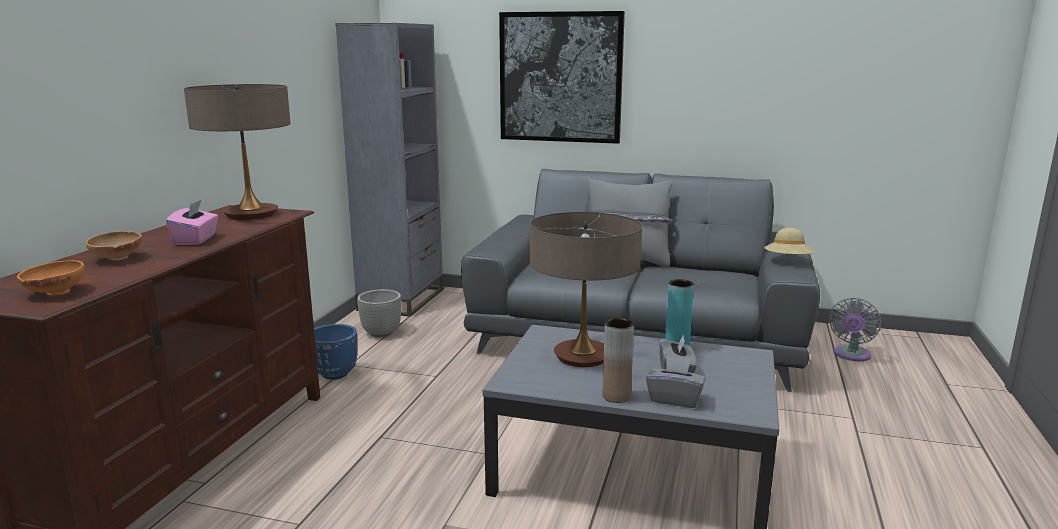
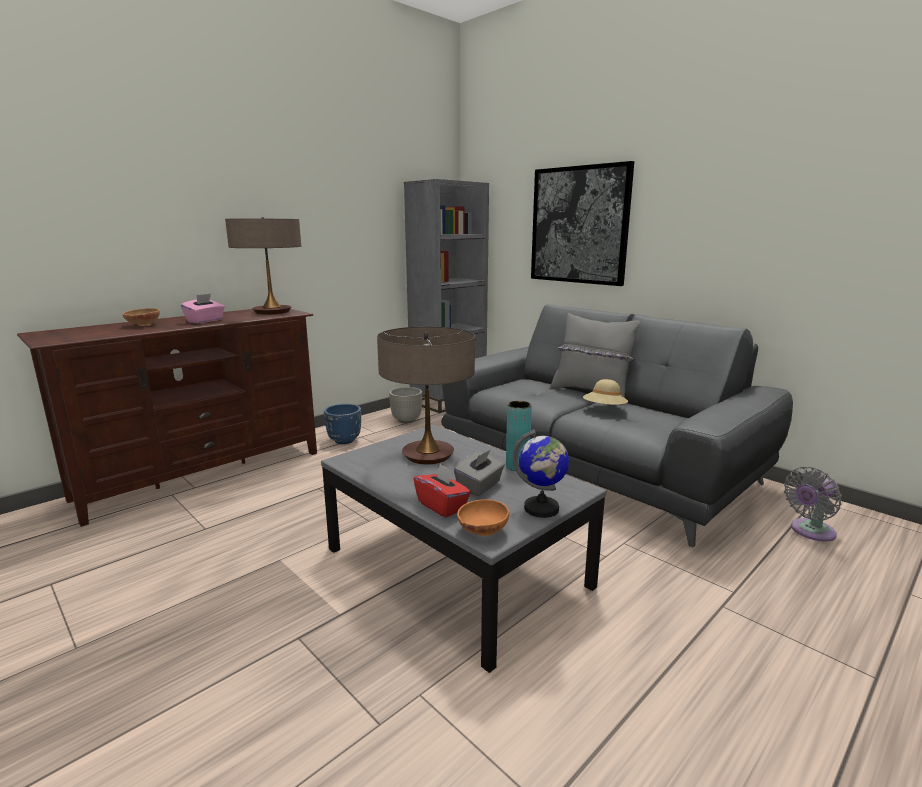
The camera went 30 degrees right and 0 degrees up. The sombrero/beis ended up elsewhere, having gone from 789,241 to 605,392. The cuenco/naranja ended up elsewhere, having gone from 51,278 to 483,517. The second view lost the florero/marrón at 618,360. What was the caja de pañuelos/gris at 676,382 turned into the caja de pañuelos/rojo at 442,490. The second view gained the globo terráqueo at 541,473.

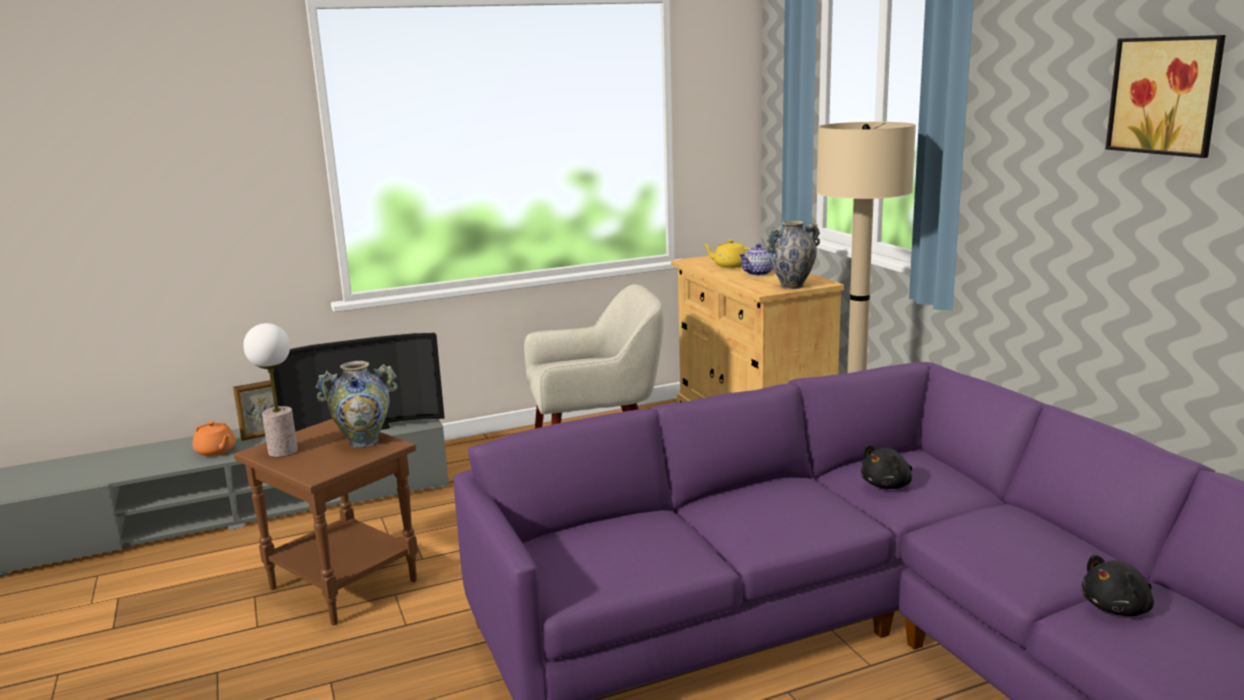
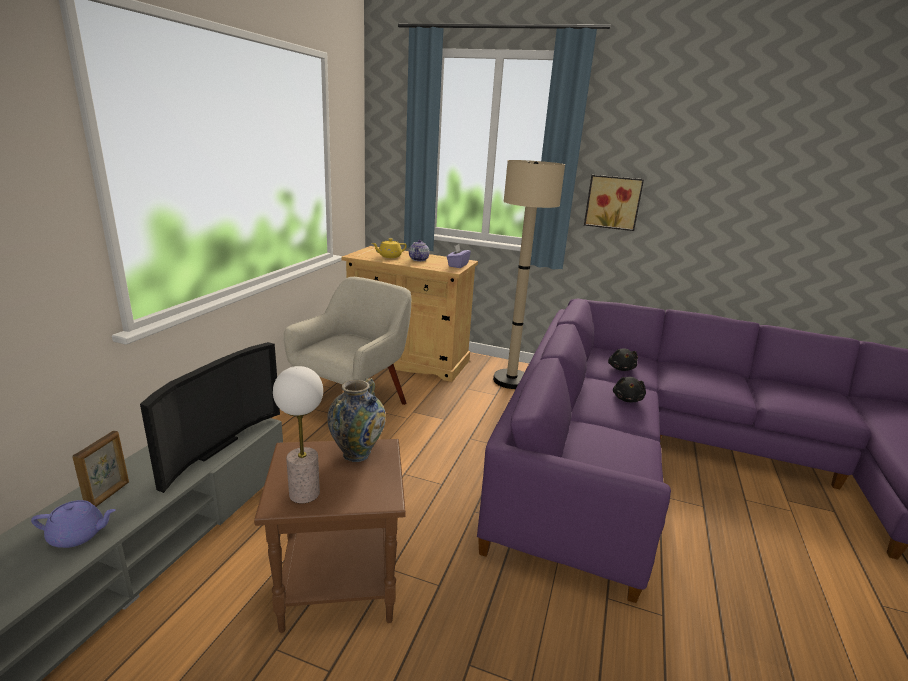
The camera went 50 degrees left and 5 degrees up. The cuadro ended up elsewhere, having gone from 1166,96 to 614,203. Where the florero stood at 793,255, the caja de pañuelos/morado came to stand at 459,256. What was the tetera/naranja at 214,438 turned into the tetera/morado at 73,524. The peluche/negro ended up elsewhere, having gone from 1118,585 to 629,389.

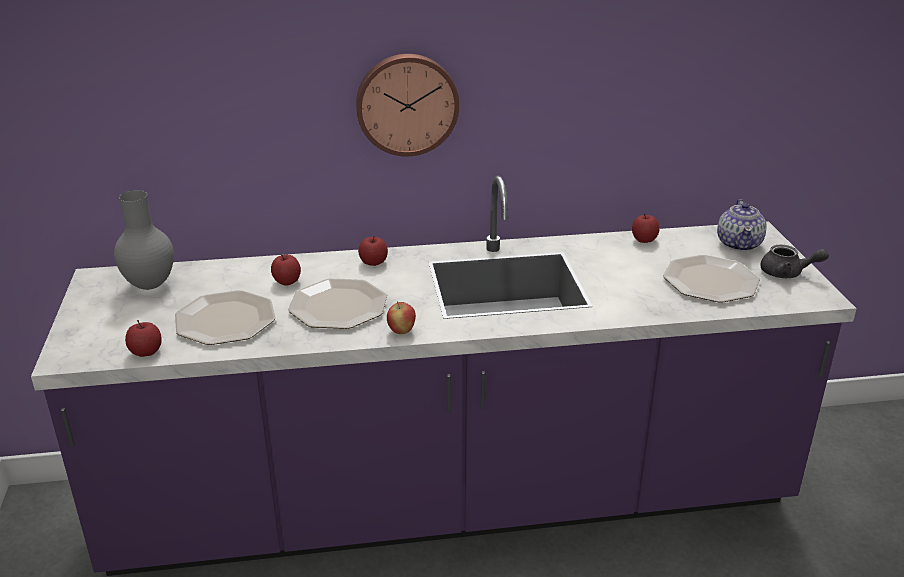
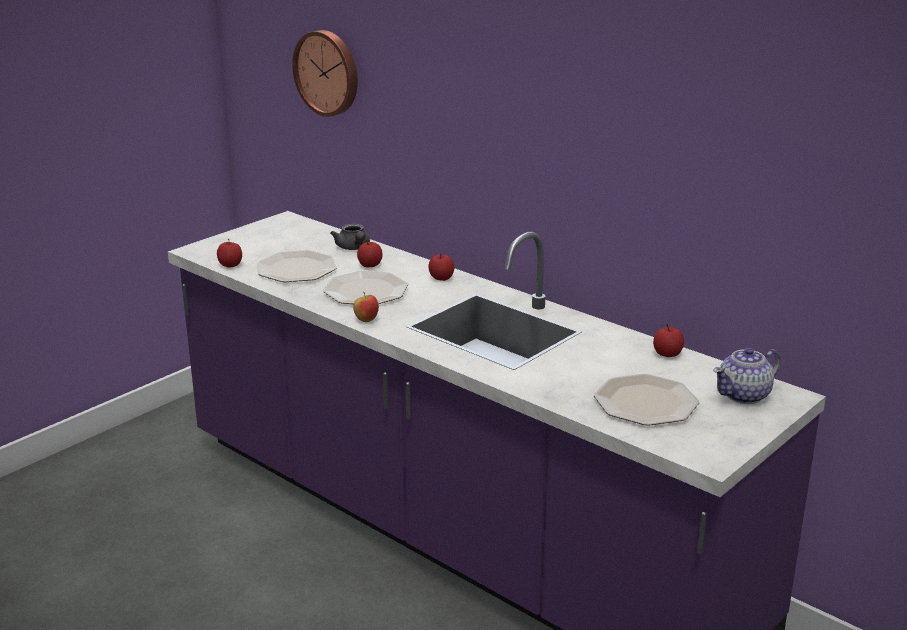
The camera went 50 degrees right and 5 degrees down. The reloj de pared ended up elsewhere, having gone from 407,105 to 325,73. The second view lost the florero/gris at 144,240. The tetera/gris ended up elsewhere, having gone from 795,261 to 350,237.

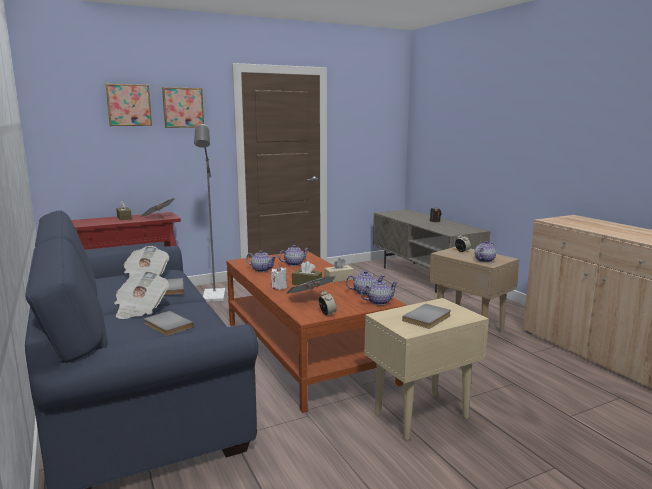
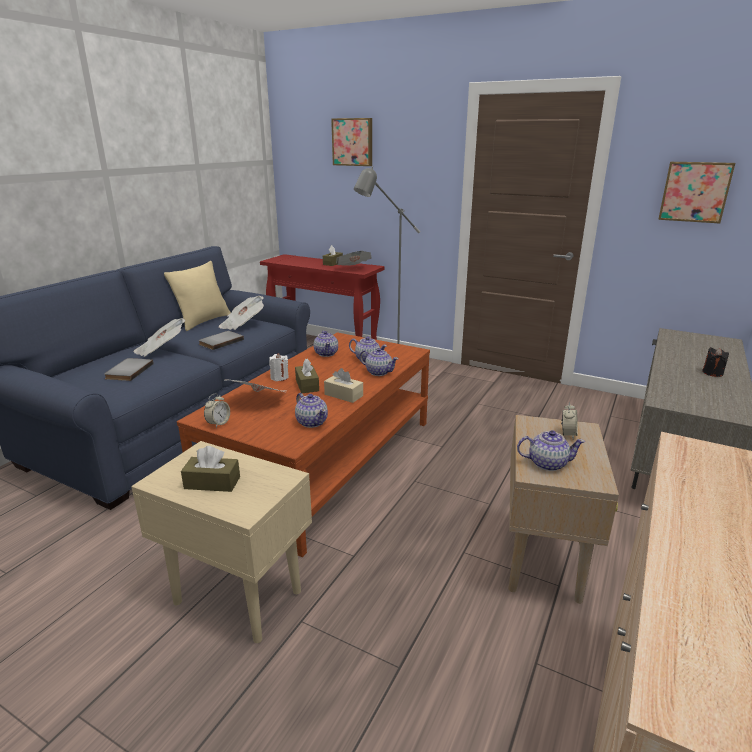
The camera went 55 degrees right and 10 degrees up. The cuadro ended up elsewhere, having gone from 183,107 to 696,192. The tetera ended up elsewhere, having gone from 379,292 to 379,362. Where the libro/gris stood at 426,316, the caja de pañuelos/marrón came to stand at 210,469. The second view gained the cojín/beis at 197,296.

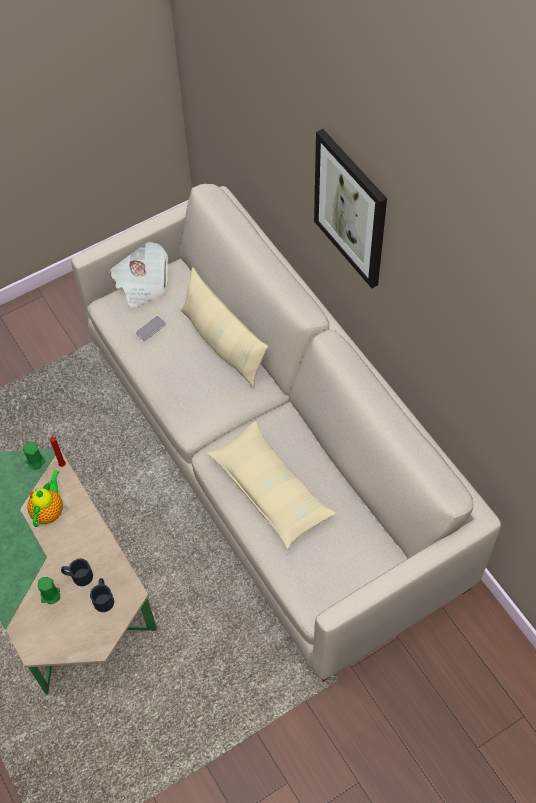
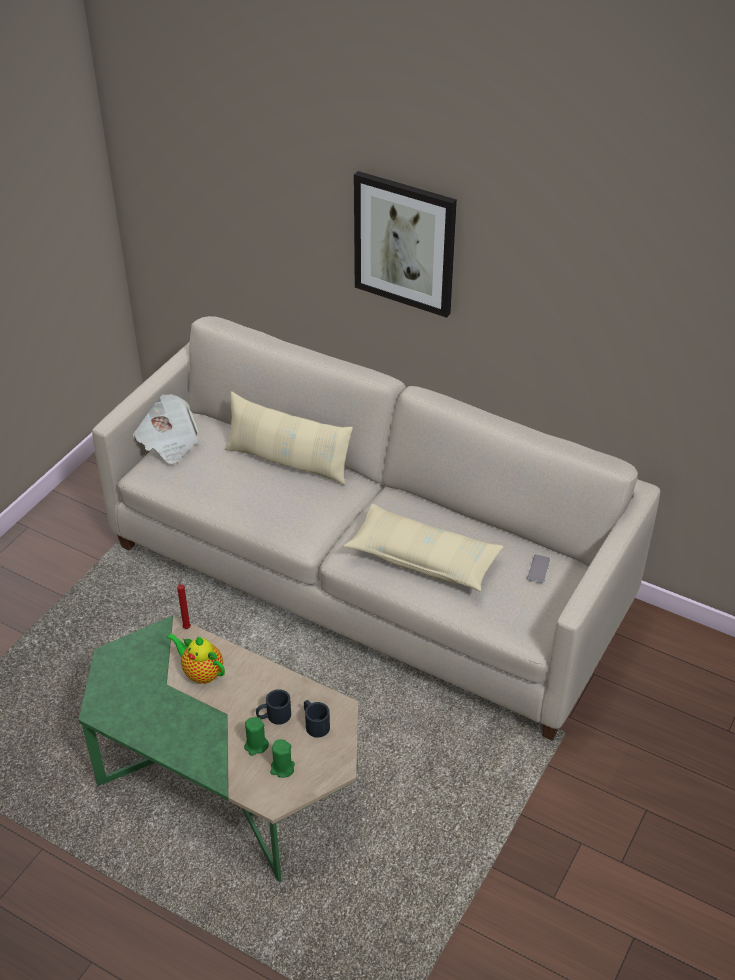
The camera went 30 degrees left and 15 degrees down. The móvil ended up elsewhere, having gone from 151,328 to 539,568. The vela/verde ended up elsewhere, having gone from 34,455 to 282,758. The tetera at 45,498 ended up facing another way, 45 degrees counterclockwise from before.

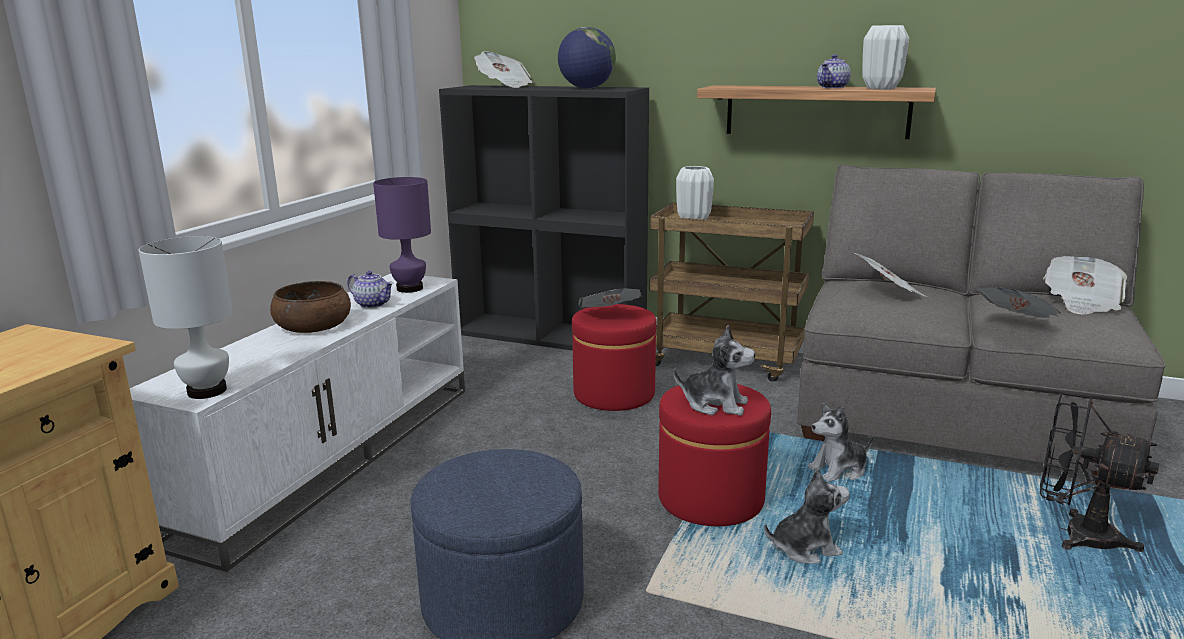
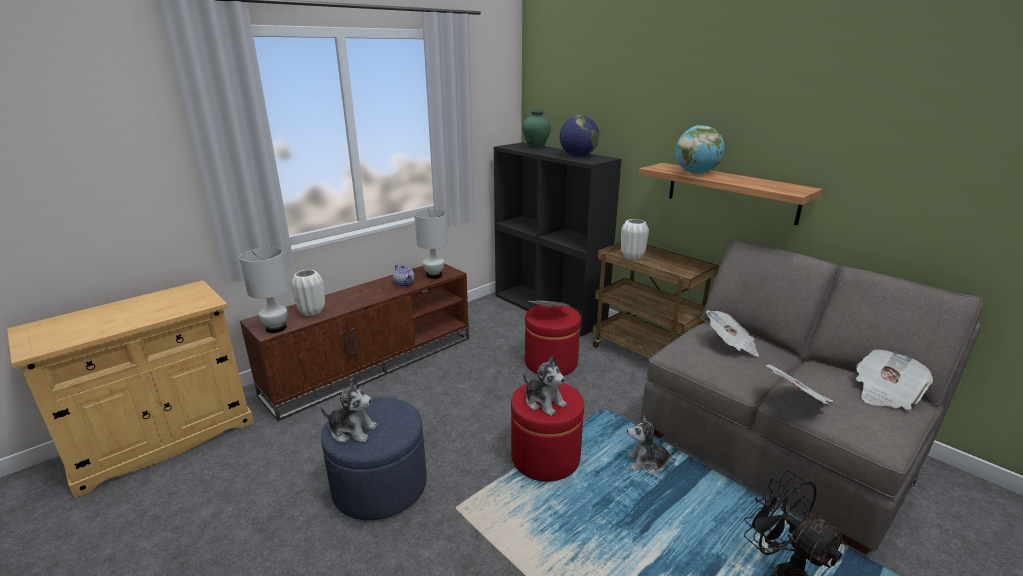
The camera went 25 degrees right and 5 degrees up. The florero/blanco ended up elsewhere, having gone from 886,57 to 308,292. Where the periódico stood at 503,69, the florero/verde came to stand at 536,128. The second view lost the tetera at 834,71. What was the lámpara de mesa/morado at 402,235 turned into the lámpara de mesa/blanco at 431,244. What was the mueble de televisión/blanco at 297,423 turned into the mueble de televisión/marrón at 354,342. The second view lost the cuenco/marrón at 310,307. The peluche ended up elsewhere, having gone from 806,516 to 349,411. The second view gained the globo terráqueo at 700,149.

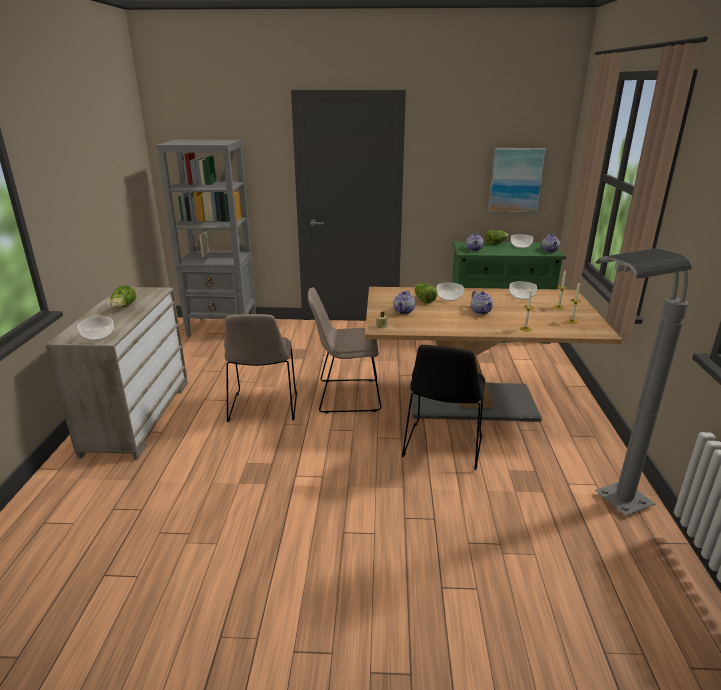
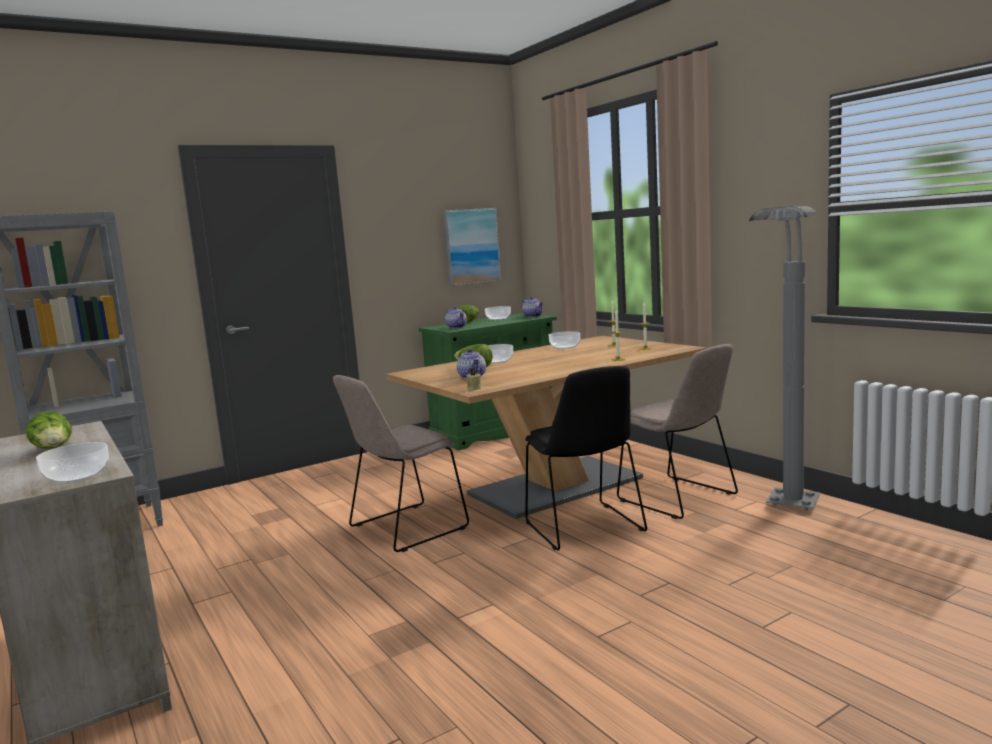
The camera went 35 degrees left and 15 degrees down. The second view lost the tetera at 481,302. The silla/beis ended up elsewhere, having gone from 260,368 to 677,431.

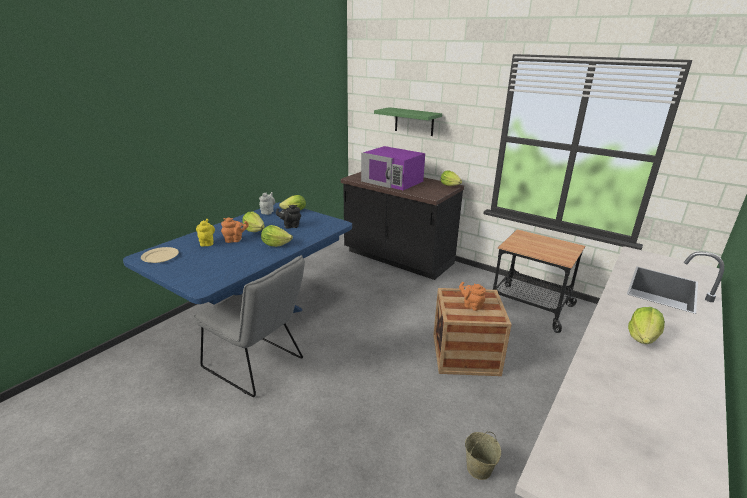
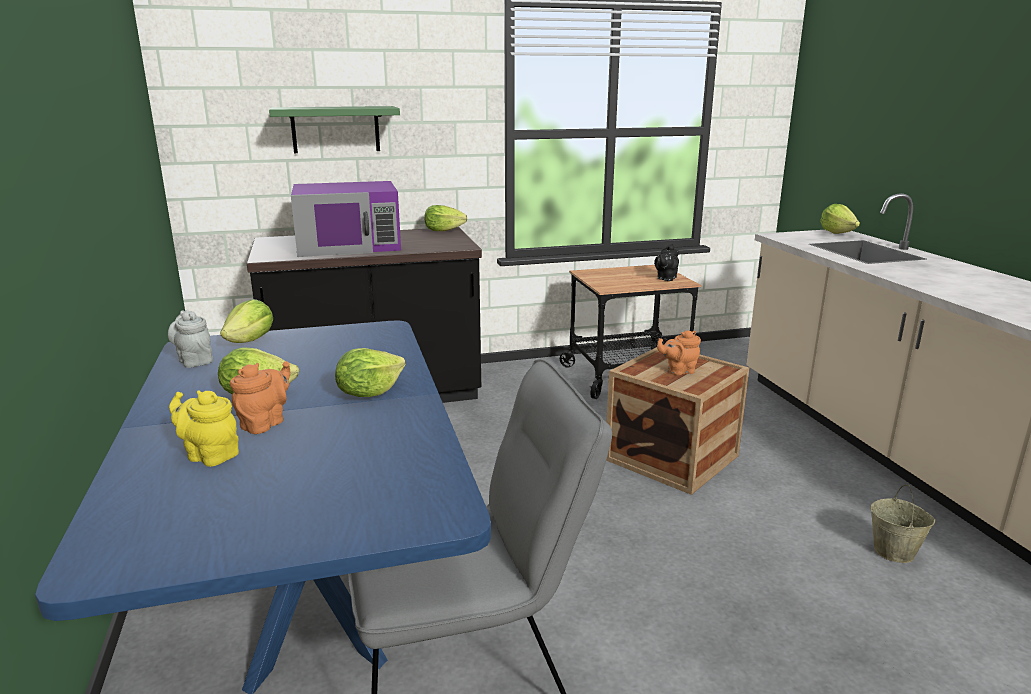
The camera went 50 degrees left and 5 degrees down. The tetera/negro ended up elsewhere, having gone from 288,217 to 666,262. The second view lost the plato/beis at 160,255. The lechuga ended up elsewhere, having gone from 646,325 to 840,219.

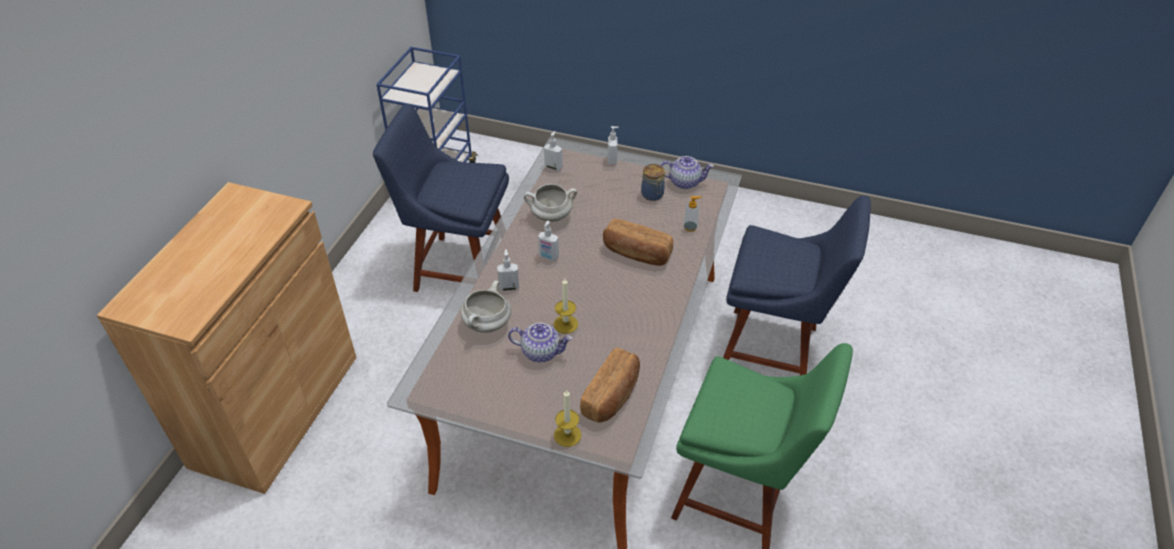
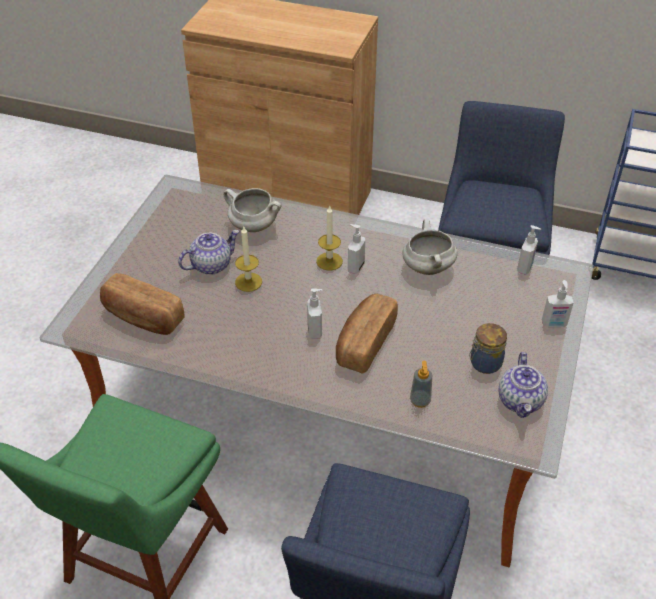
The camera went 90 degrees right and 0 degrees up. The dispensador de jabón ended up elsewhere, having gone from 508,270 to 315,314. The tetera at 540,342 ended up facing another way, 135 degrees counterclockwise from before. The vela ended up elsewhere, having gone from 567,418 to 329,238.

